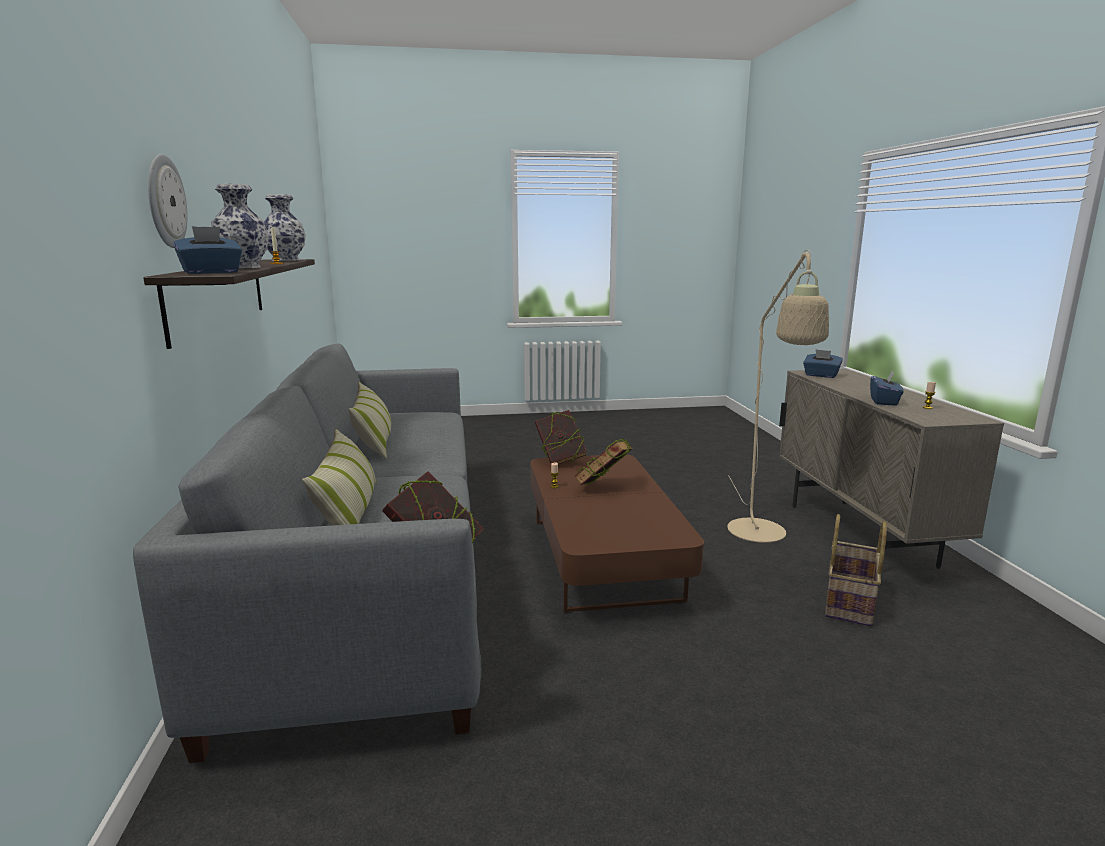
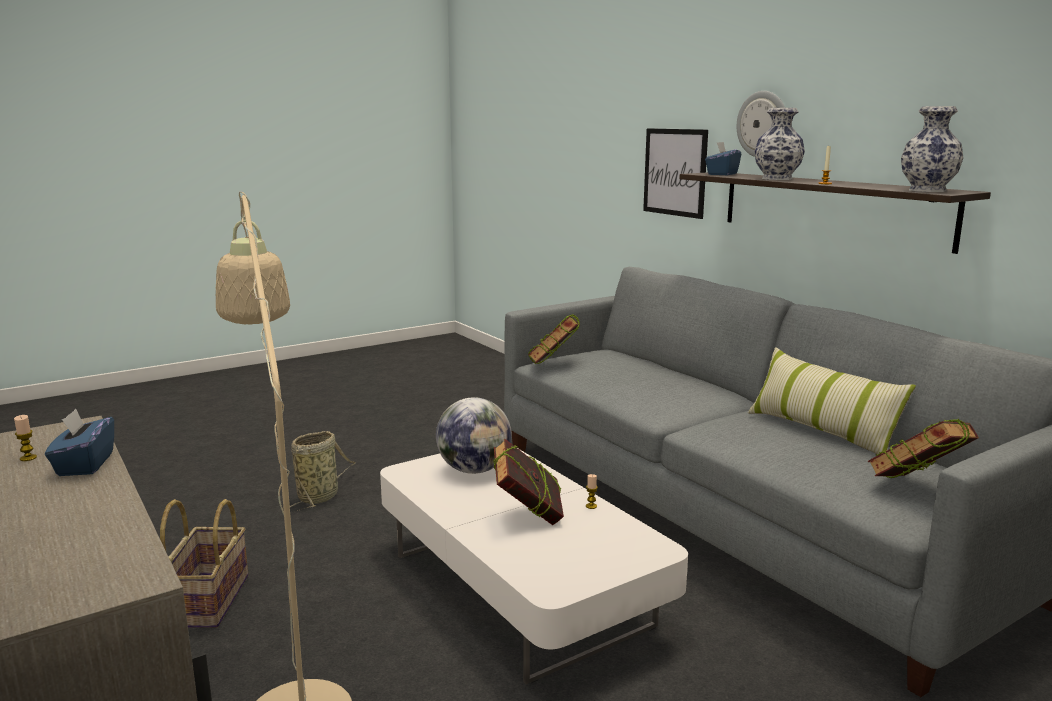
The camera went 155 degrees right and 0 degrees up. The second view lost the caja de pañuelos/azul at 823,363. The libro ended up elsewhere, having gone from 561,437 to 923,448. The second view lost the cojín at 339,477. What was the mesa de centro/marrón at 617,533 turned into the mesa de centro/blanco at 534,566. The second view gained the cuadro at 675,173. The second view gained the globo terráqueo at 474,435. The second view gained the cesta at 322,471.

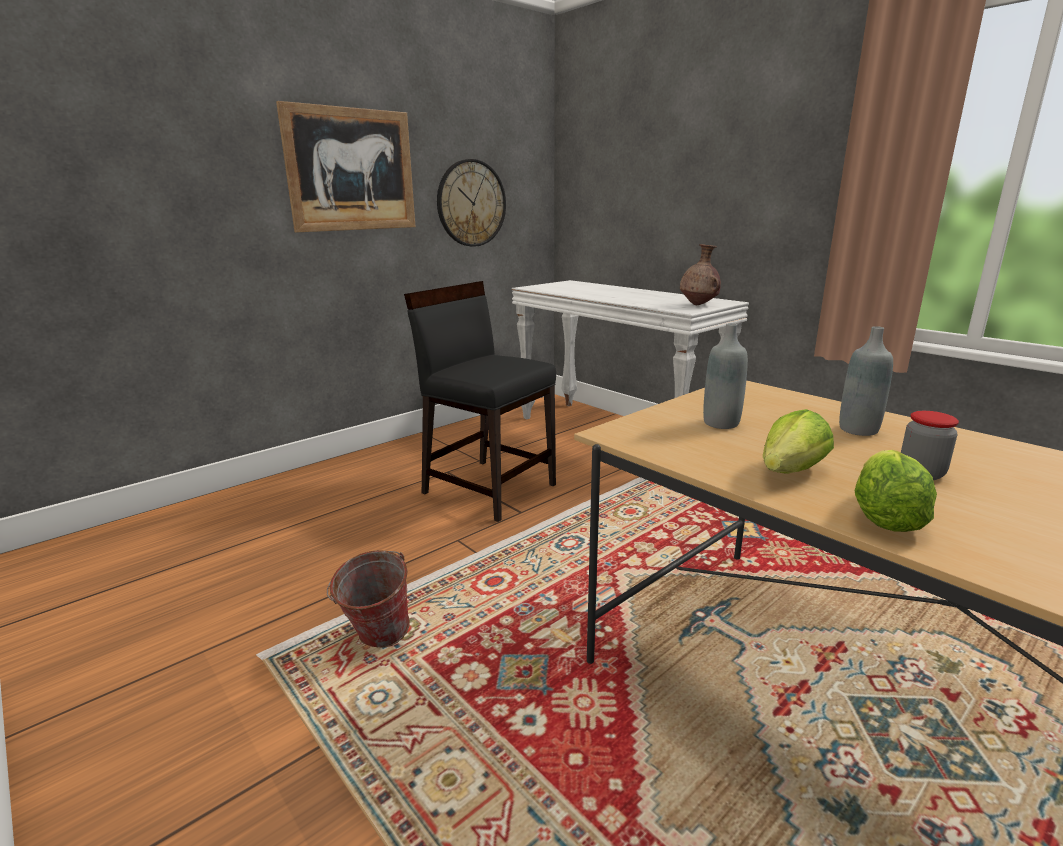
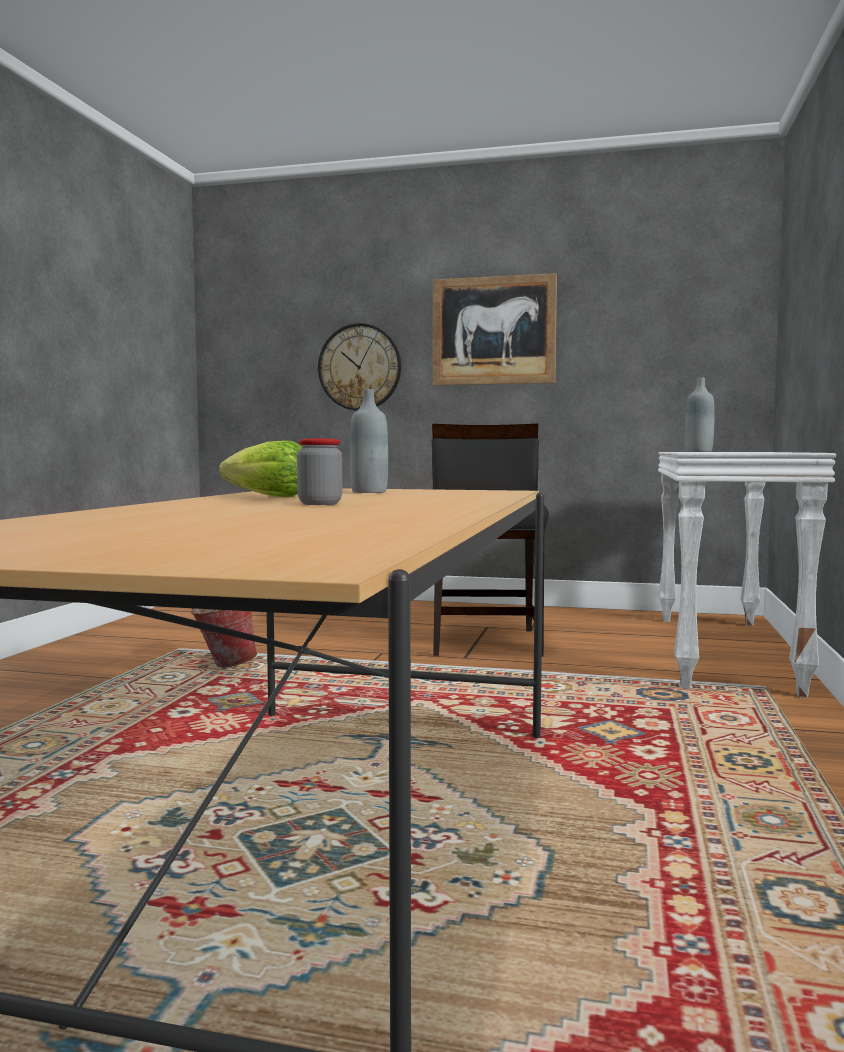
The camera went 55 degrees right and 15 degrees down. The reloj de pared ended up elsewhere, having gone from 471,203 to 359,367. The second view lost the florero/marrón at 700,274. The botella/gris ended up elsewhere, having gone from 866,381 to 700,415. The second view lost the lechuga at 896,491.

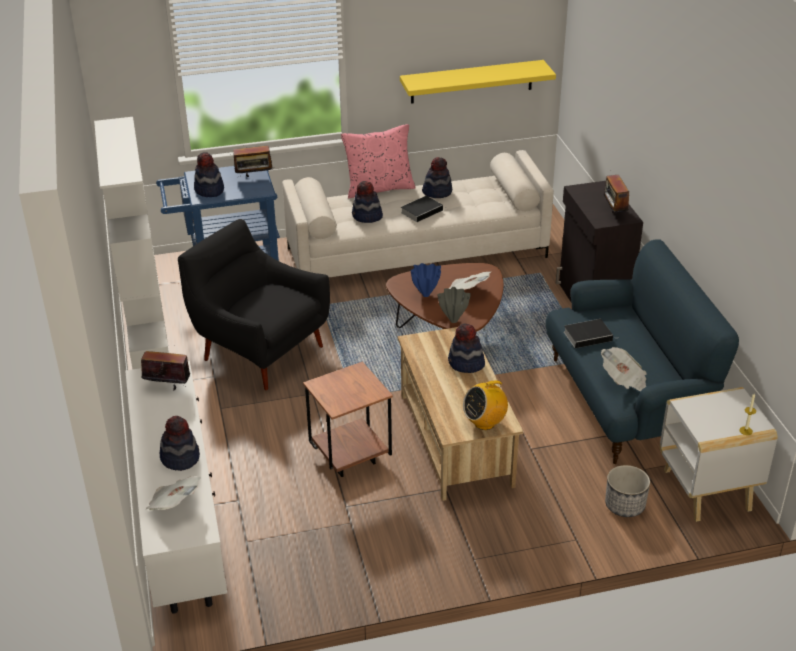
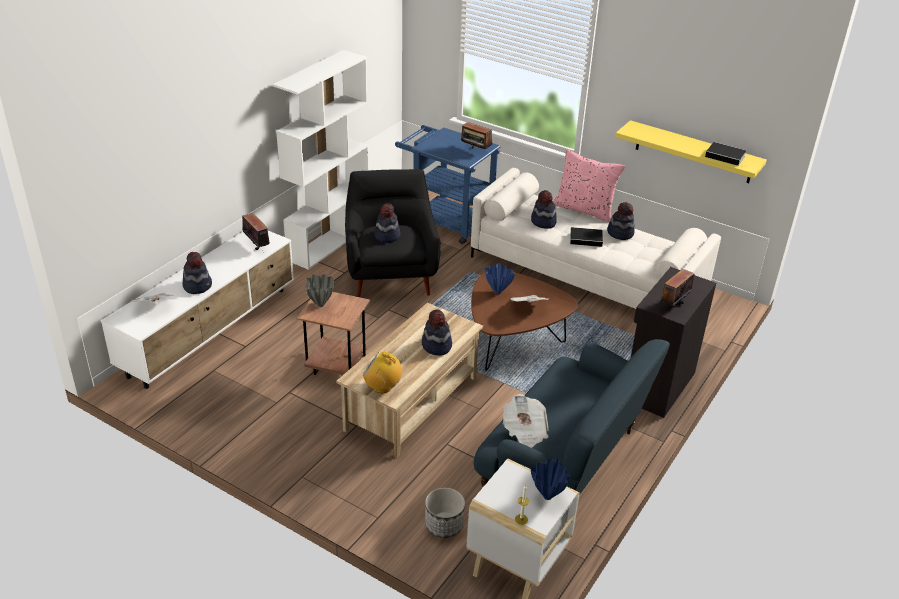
The camera went 45 degrees right and 0 degrees up. The sombrero ended up elsewhere, having gone from 209,174 to 387,223. The florero/gris ended up elsewhere, having gone from 454,305 to 320,290. The libro ended up elsewhere, having gone from 591,333 to 725,154. The second view gained the florero/azul at 551,479.

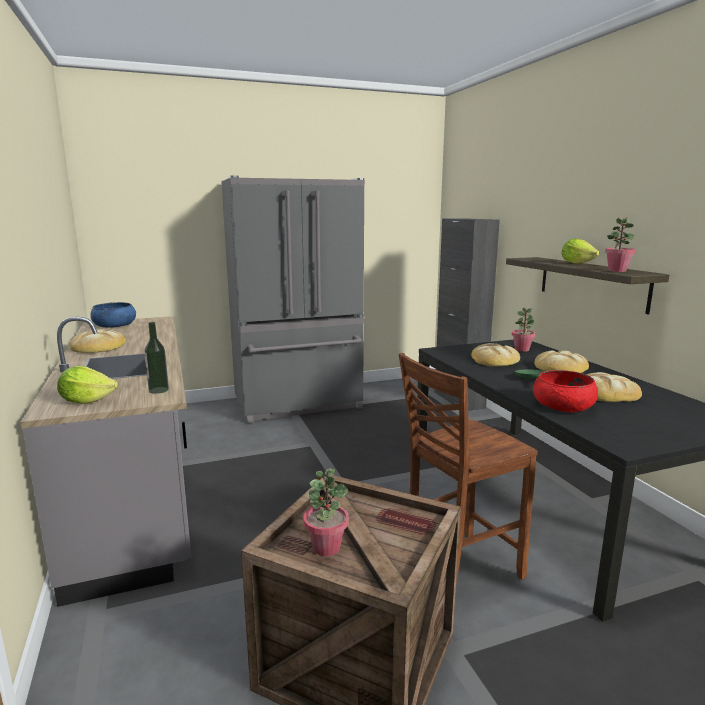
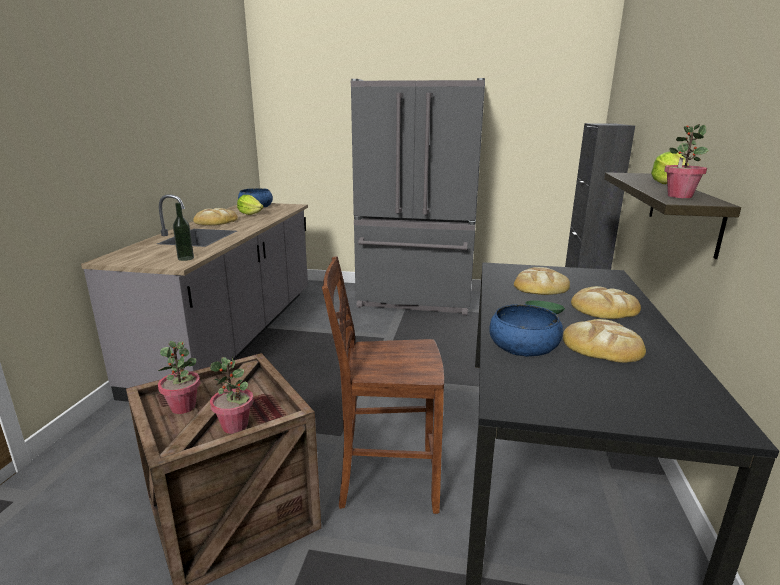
The camera went 30 degrees right and 5 degrees up. The planta en maceta ended up elsewhere, having gone from 523,330 to 232,395. The lechuga ended up elsewhere, having gone from 87,385 to 250,205. What was the cuenco/rojo at 565,391 turned into the cuenco/azul at 526,330.

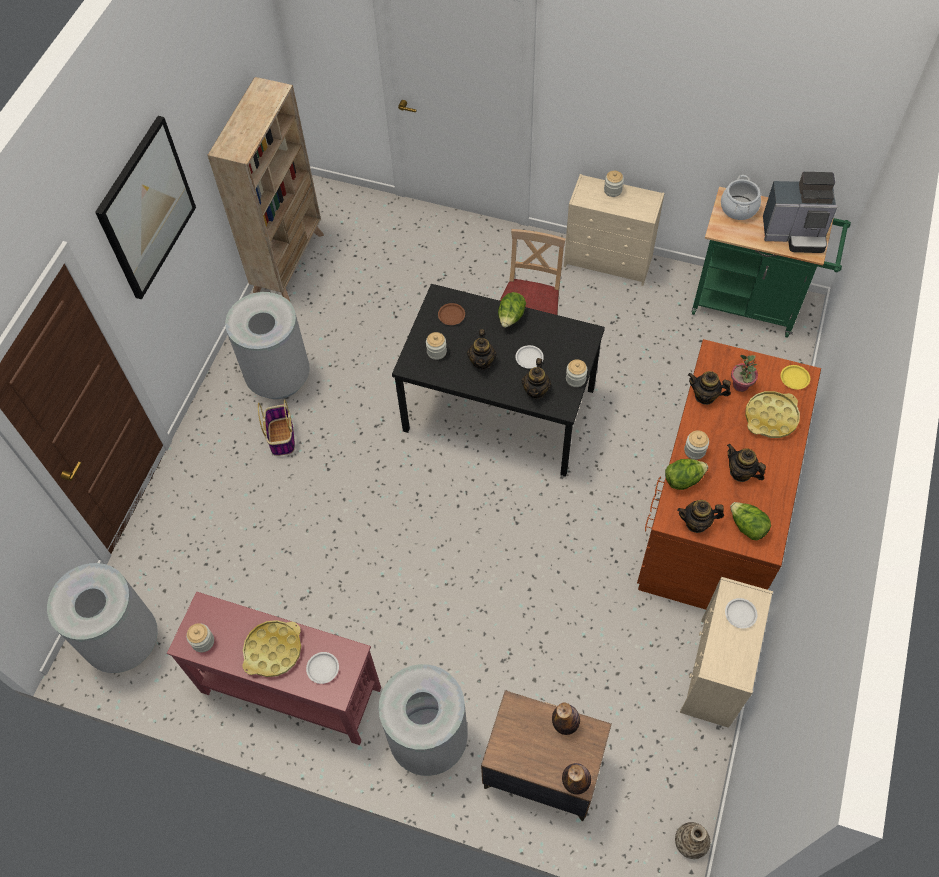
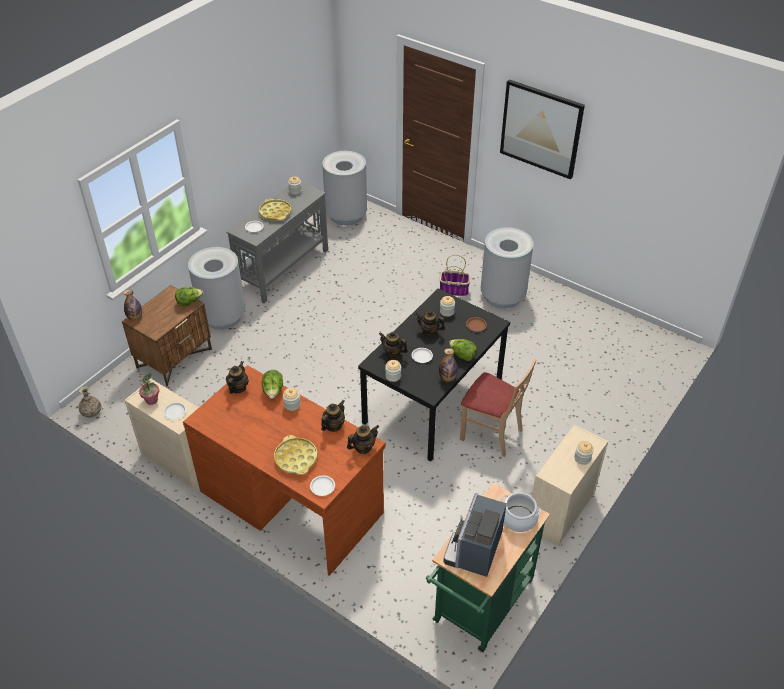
The camera went 105 degrees right and 15 degrees down. The second view lost the estantería/beis at 265,189. The planta en maceta ended up elsewhere, having gone from 744,373 to 149,388. What was the plato/amarillo at 795,377 turned into the plato/blanco at 322,485. The tetera ended up elsewhere, having gone from 746,463 to 363,439. The lechuga ended up elsewhere, having gone from 750,521 to 189,296. What was the mesa consola/rojo at 274,668 turned into the mesa consola/gris at 277,242. The botella ended up elsewhere, having gone from 566,719 to 448,365.

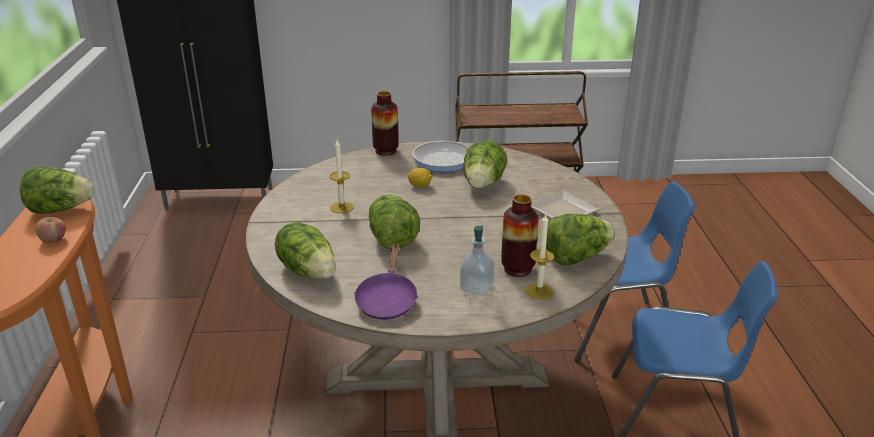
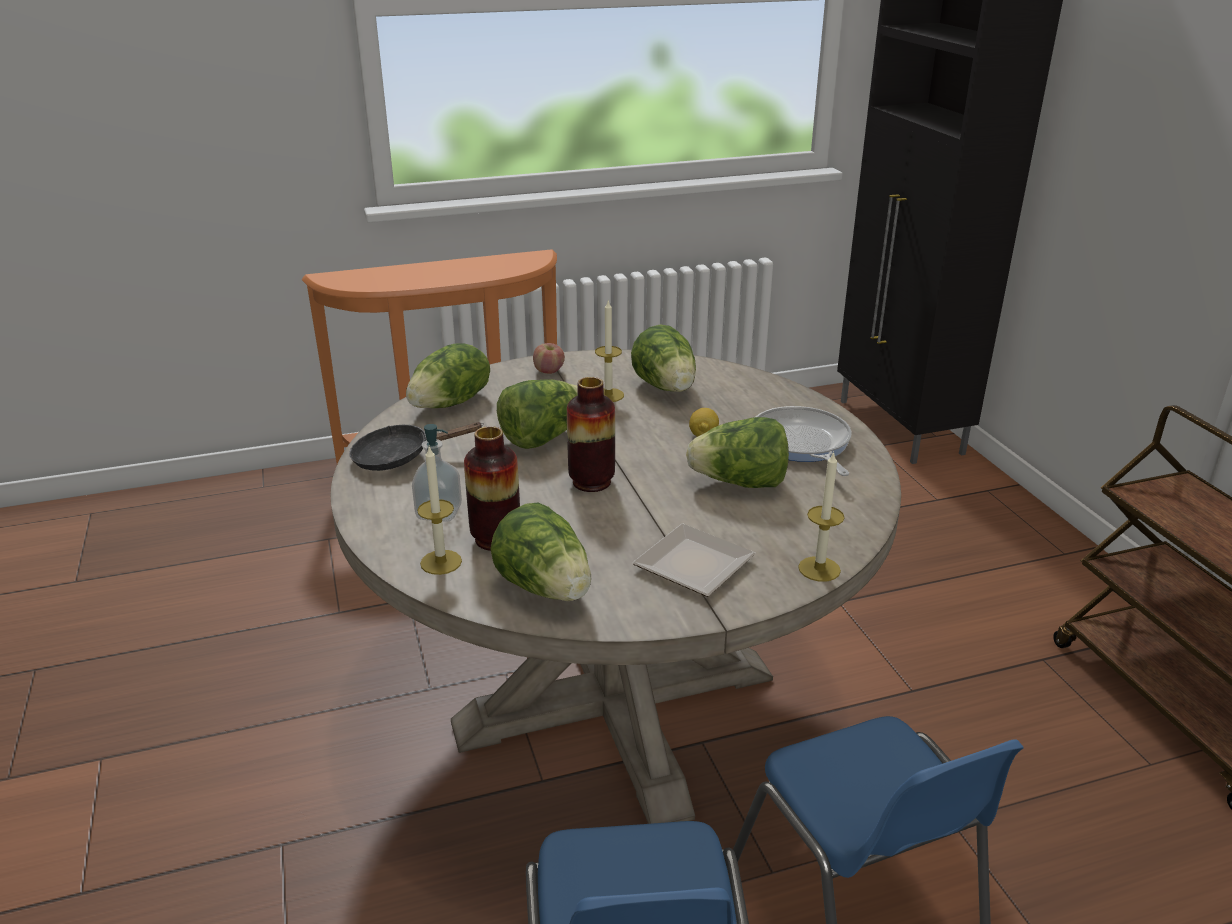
The camera went 75 degrees right and 0 degrees up. The florero ended up elsewhere, having gone from 385,123 to 591,434. The lechuga ended up elsewhere, having gone from 57,190 to 663,358. The manzana ended up elsewhere, having gone from 51,230 to 549,358. What was the sartén/morado at 386,281 turned into the sartén/negro at 416,446. The second view gained the vela at 821,516.

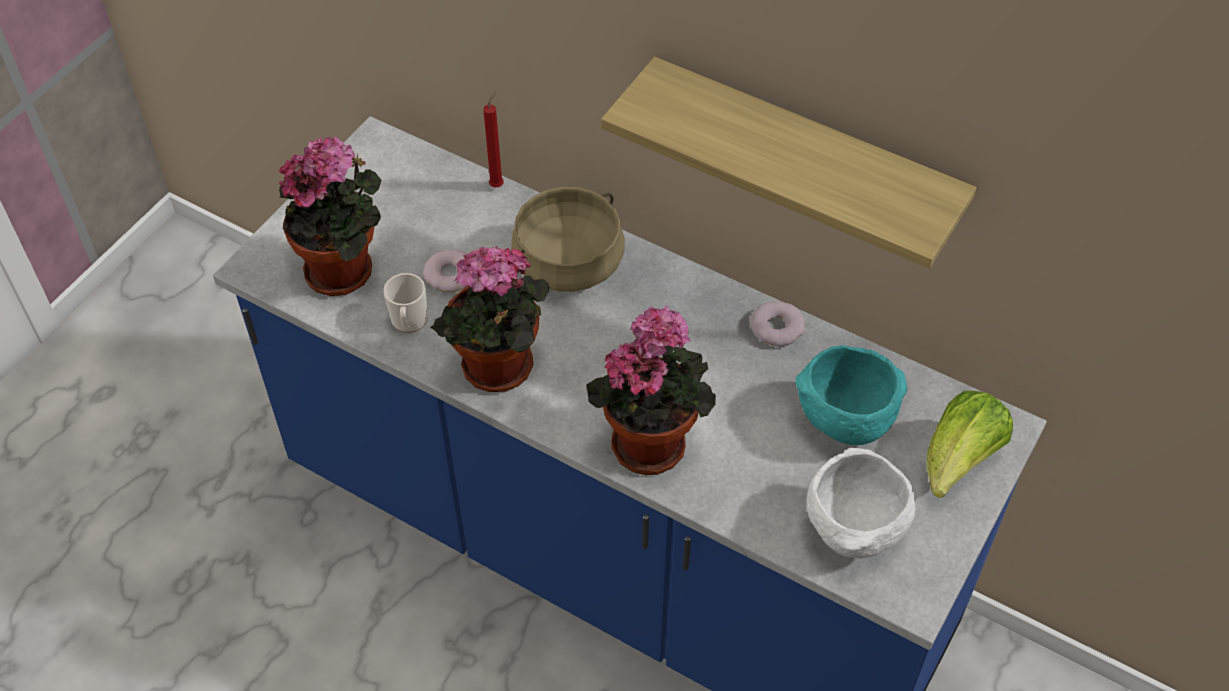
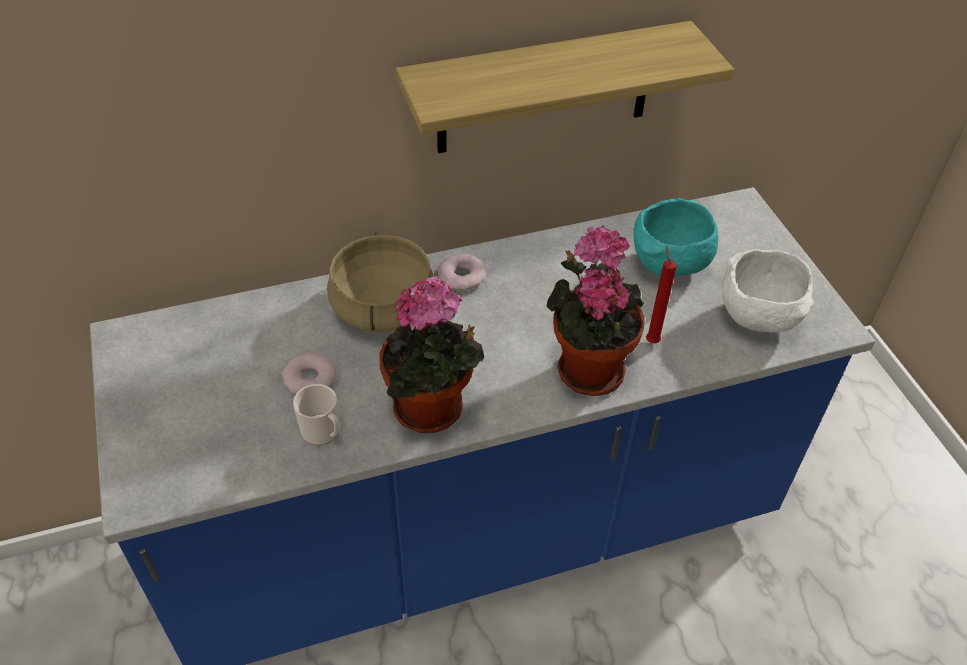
The camera went 50 degrees left and 5 degrees down. The vela/rojo ended up elsewhere, having gone from 493,139 to 661,294. The second view lost the planta en maceta at 330,216. The rosquilla ended up elsewhere, having gone from 778,324 to 462,272. The second view lost the lechuga at 969,444.

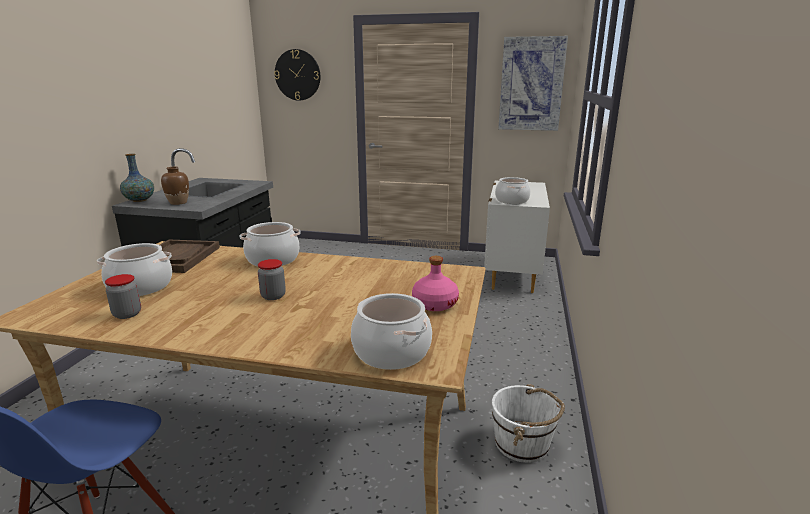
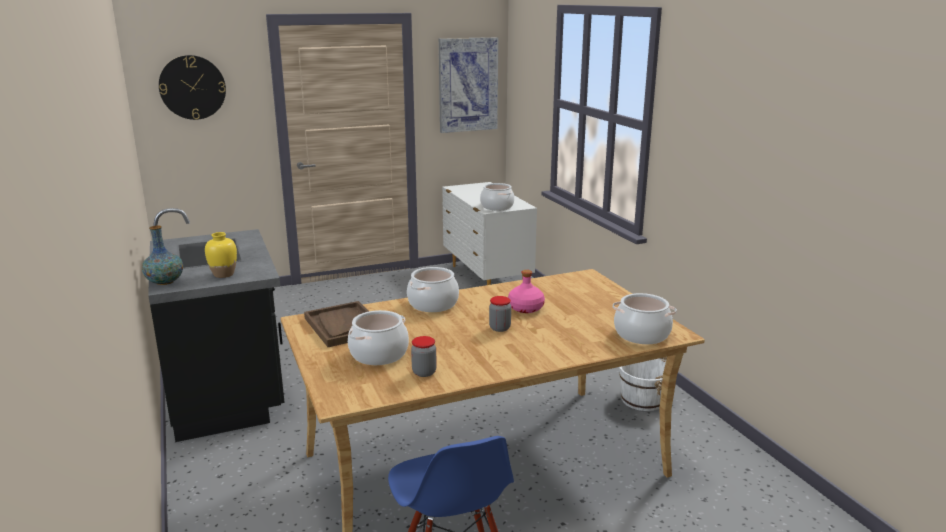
The camera went 35 degrees left and 0 degrees up. What was the florero/marrón at 175,186 turned into the florero/amarillo at 221,255. The botella/rosa ended up elsewhere, having gone from 435,283 to 526,291.

